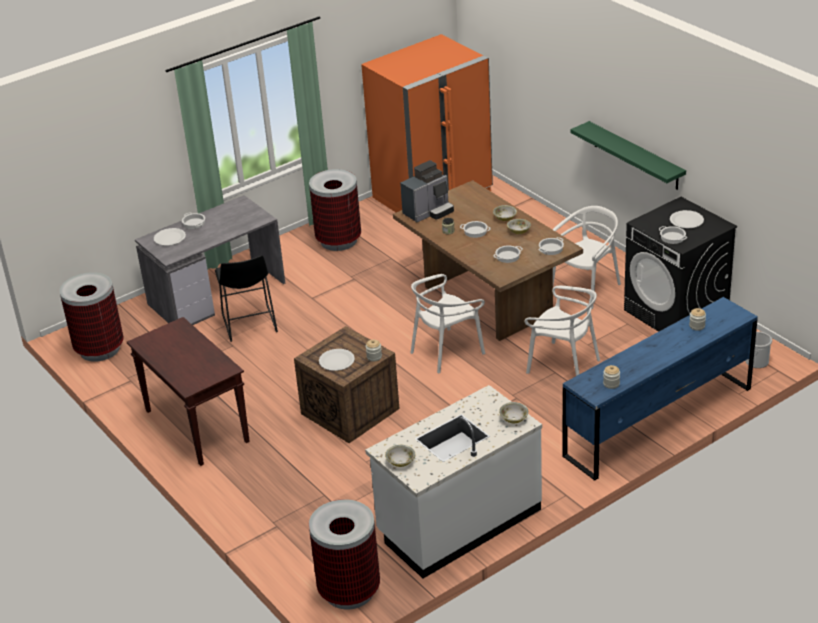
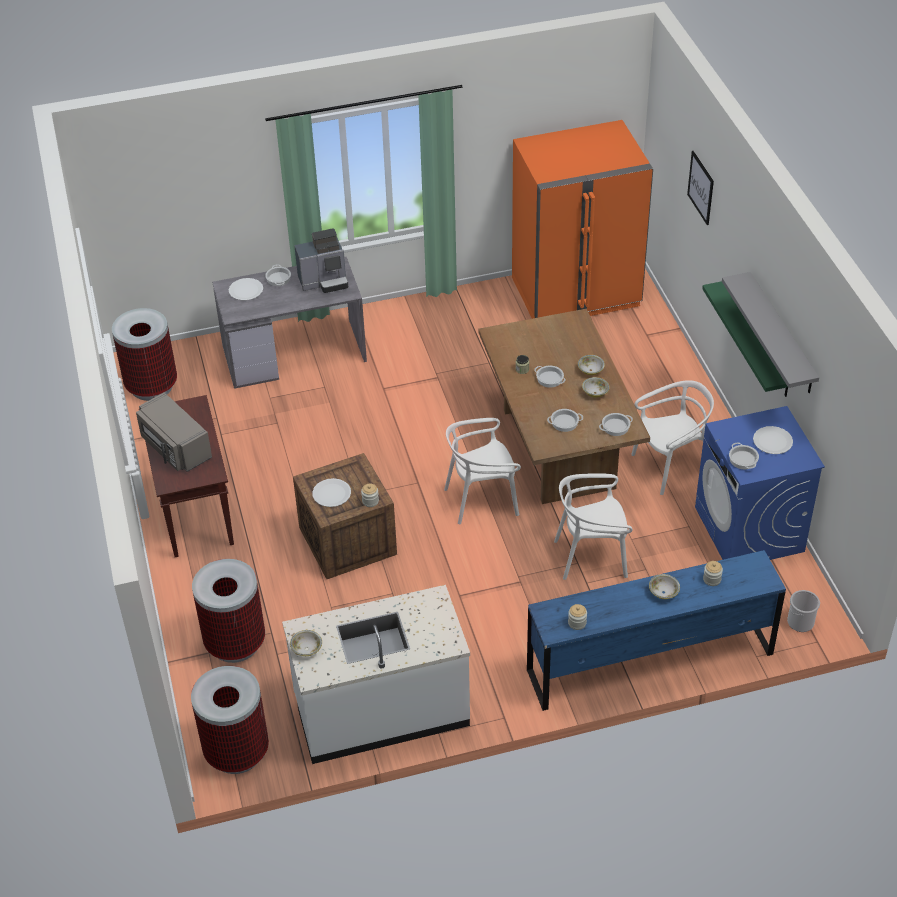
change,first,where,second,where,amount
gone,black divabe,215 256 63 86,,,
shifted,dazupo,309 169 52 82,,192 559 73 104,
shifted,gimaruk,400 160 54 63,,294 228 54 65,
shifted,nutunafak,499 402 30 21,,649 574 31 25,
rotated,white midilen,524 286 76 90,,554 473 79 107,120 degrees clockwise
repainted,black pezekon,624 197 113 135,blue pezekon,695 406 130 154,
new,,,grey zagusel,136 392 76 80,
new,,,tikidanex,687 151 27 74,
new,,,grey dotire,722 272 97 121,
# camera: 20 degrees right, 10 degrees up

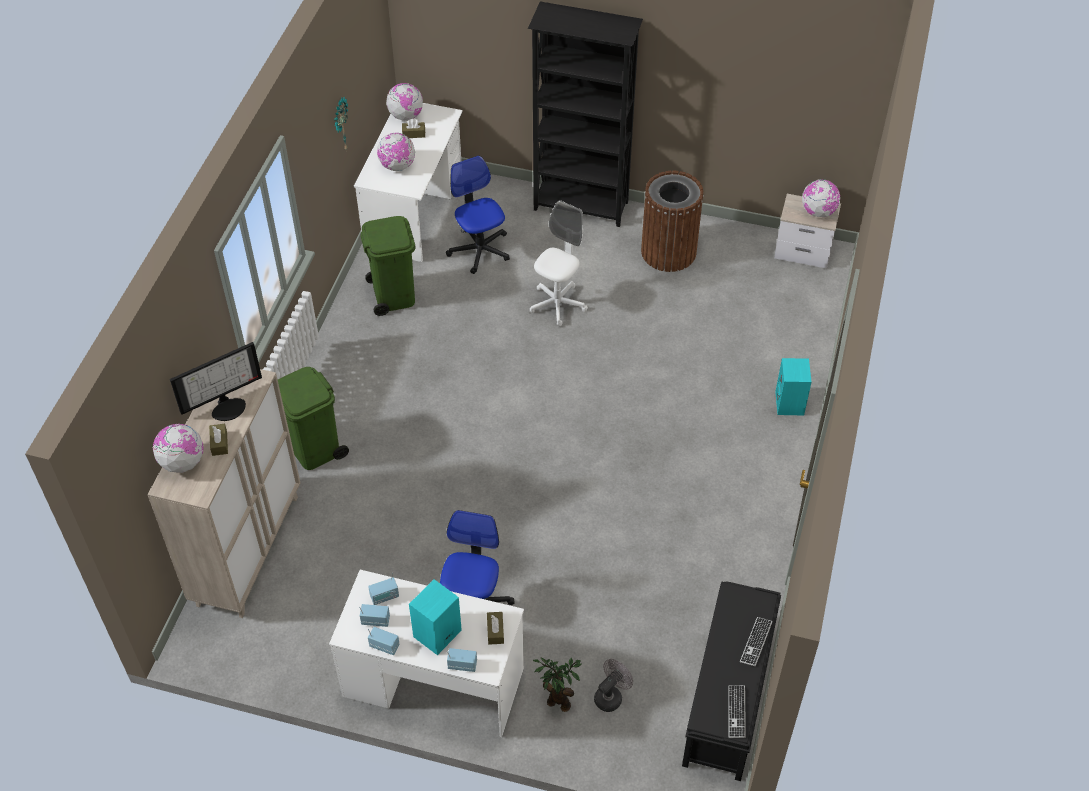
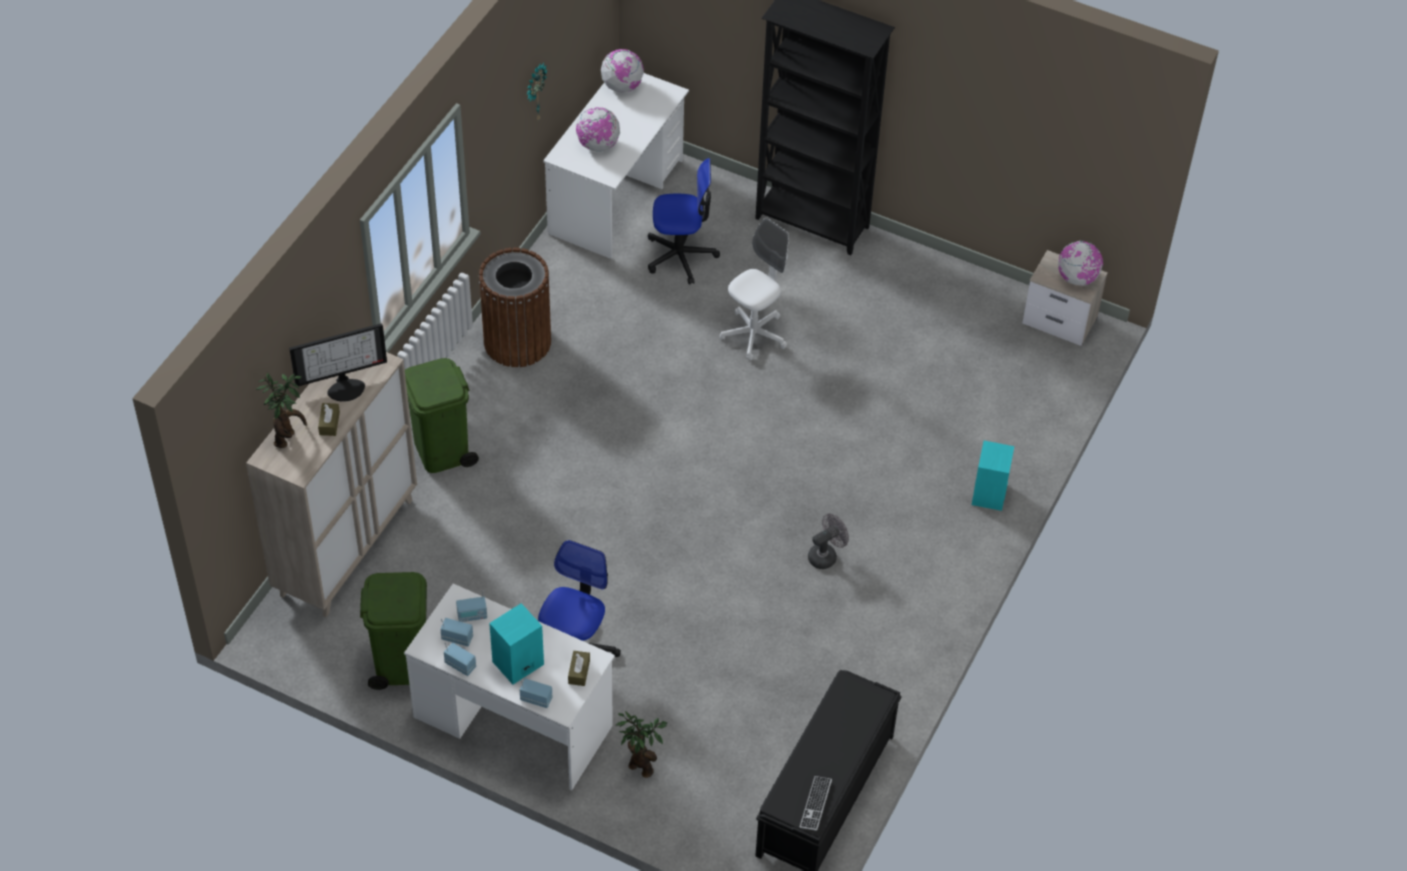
change,first,where,second,where,amount
swapped,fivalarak,152 424 51 49,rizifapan,255 372 52 76,
shifted,green dazupo,361 216 54 100,,360 572 67 118,
gone,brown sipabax,402 119 23 19,,,
rotated,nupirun,446 156 64 118,,648 158 72 127,105 degrees clockwise
shifted,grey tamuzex,594 659 39 53,,808 513 41 56,
shifted,brown dazupo,641 170 63 102,,479 248 72 119,
gone,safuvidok,740 617 33 49,,,
# camera: 10 degrees right, 0 degrees up

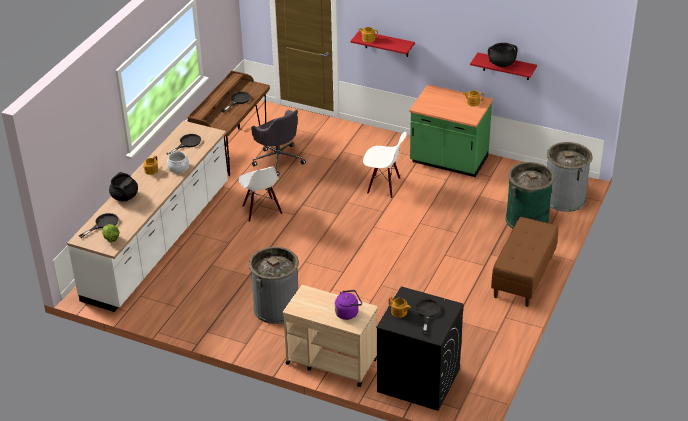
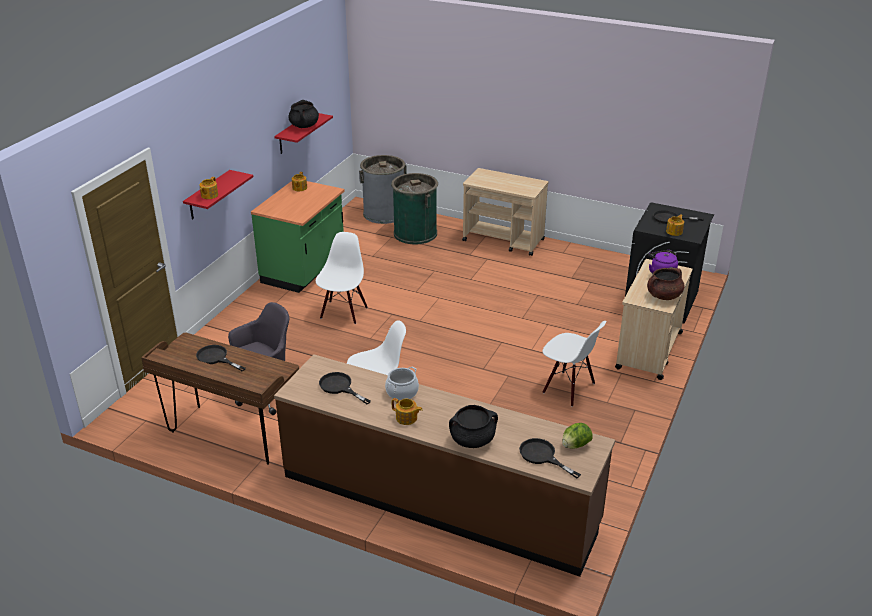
change,first,where,second,where,amount
repainted,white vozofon,67 121 161 191,brown vozofon,274 354 341 223,
swapped,grey dazupo,249 247 50 77,white midilen,543 321 63 86,
swapped,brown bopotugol,491 217 67 90,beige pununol,462 168 87 88,
new,,,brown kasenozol,647 268 38 32,
# camera: 90 degrees left, 5 degrees down

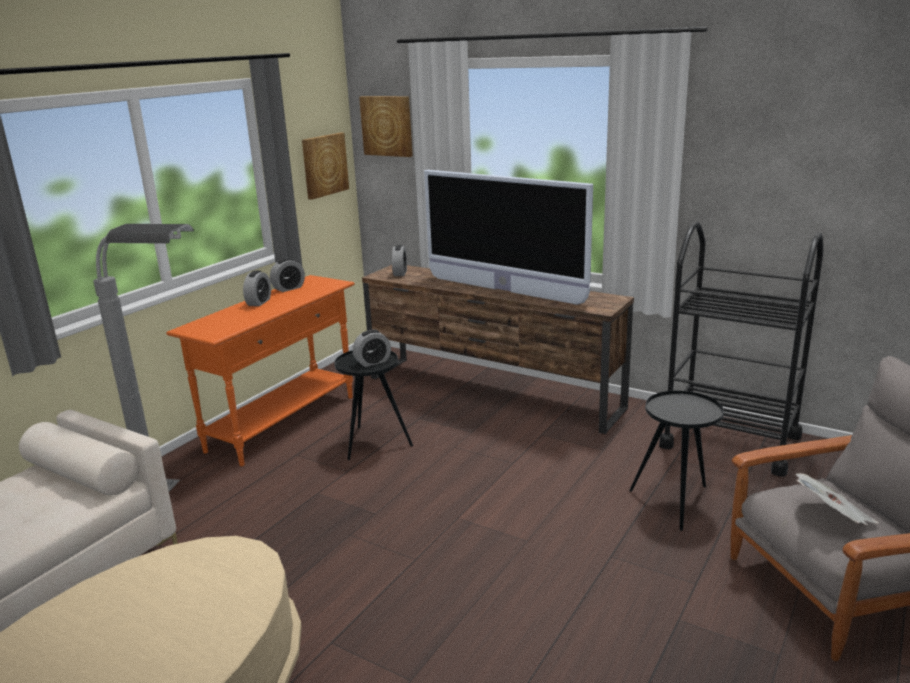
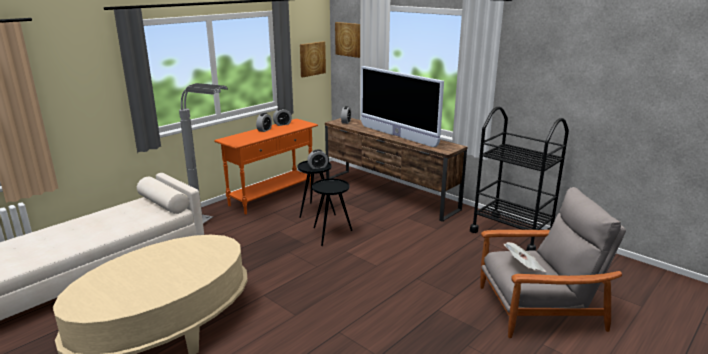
change,first,where,second,where,amount
shifted,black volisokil,629 391 95 140,,312 179 40 67,
# camera: 10 degrees right, 0 degrees up

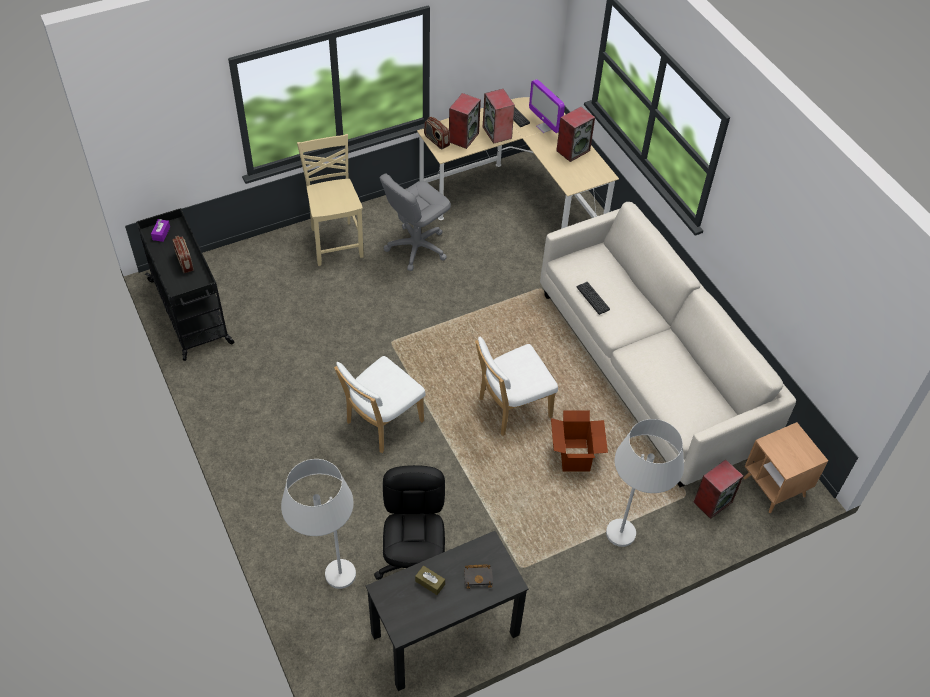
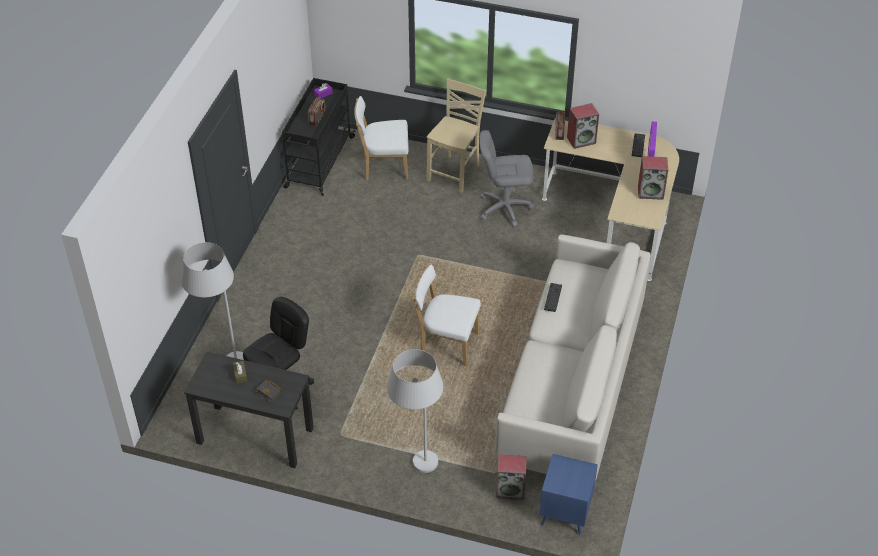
change,first,where,second,where,amount
shifted,white midilen,334 356 92 97,,354 96 55 84,
gone,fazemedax,483 89 32 55,,,
gone,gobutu,551 411 57 60,,,
repainted,brown volisokil,744 422 84 91,blue volisokil,539 454 59 81,
# camera: 45 degrees right, 5 degrees down

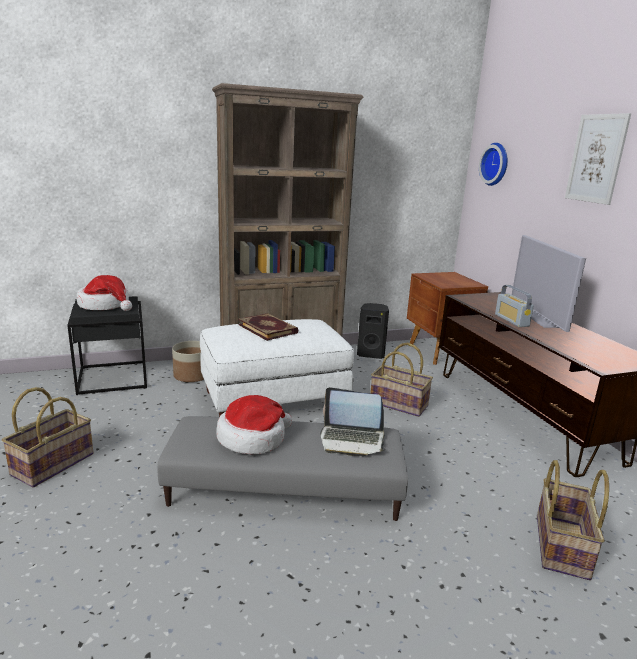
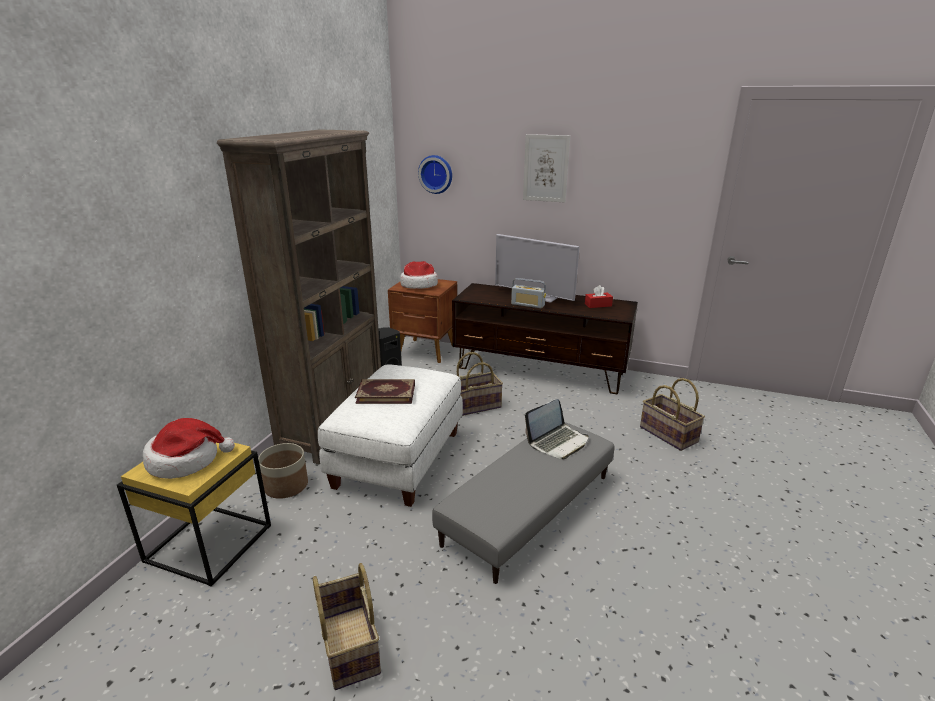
change,first,where,second,where,amount
repainted,black volisokil,67 296 80 99,yellow volisokil,117 443 154 144,
shifted,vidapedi,216 395 76 59,,400 261 38 28,
new,,,red sipabax,585 285 28 23,
# camera: 50 degrees left, 5 degrees up

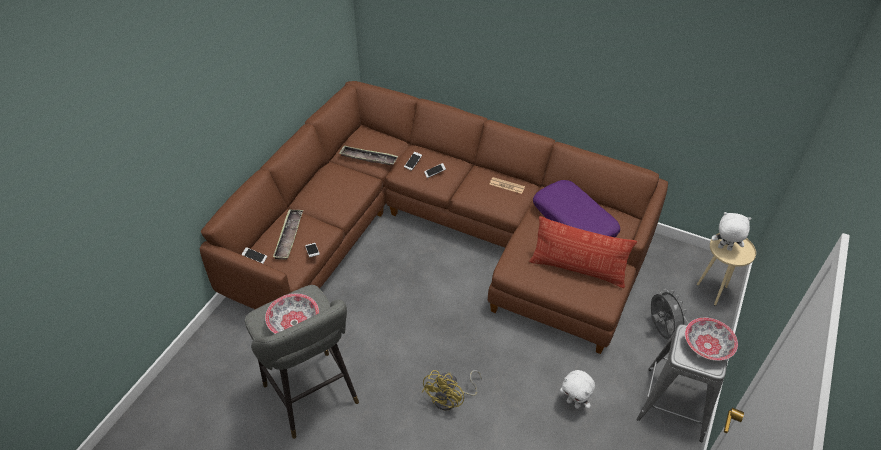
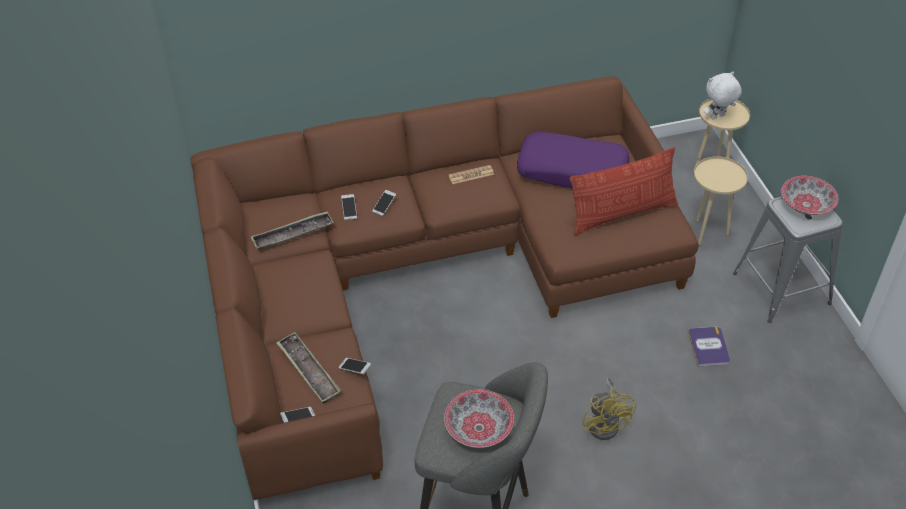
change,first,where,second,where,amount
swapped,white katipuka,560 370 35 39,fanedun,687 327 43 40,
swapped,grey tamuzex,651 289 38 50,beige volisokil,694 156 54 90,
# camera: 40 degrees left, 0 degrees up

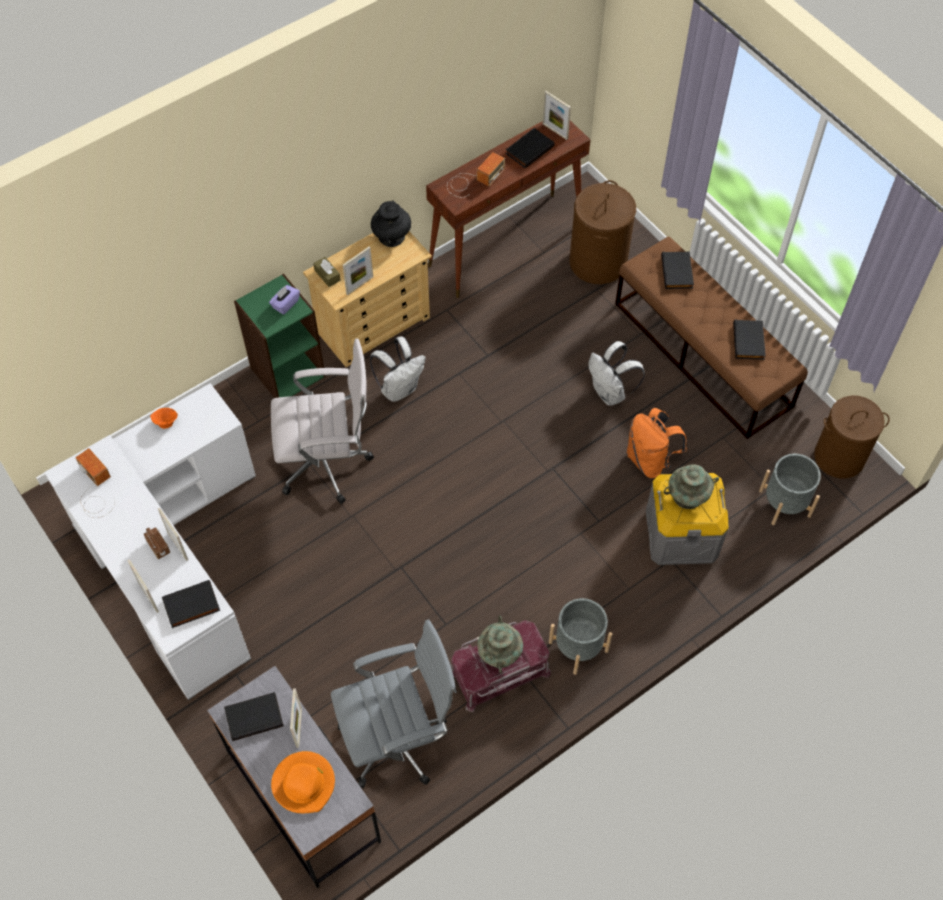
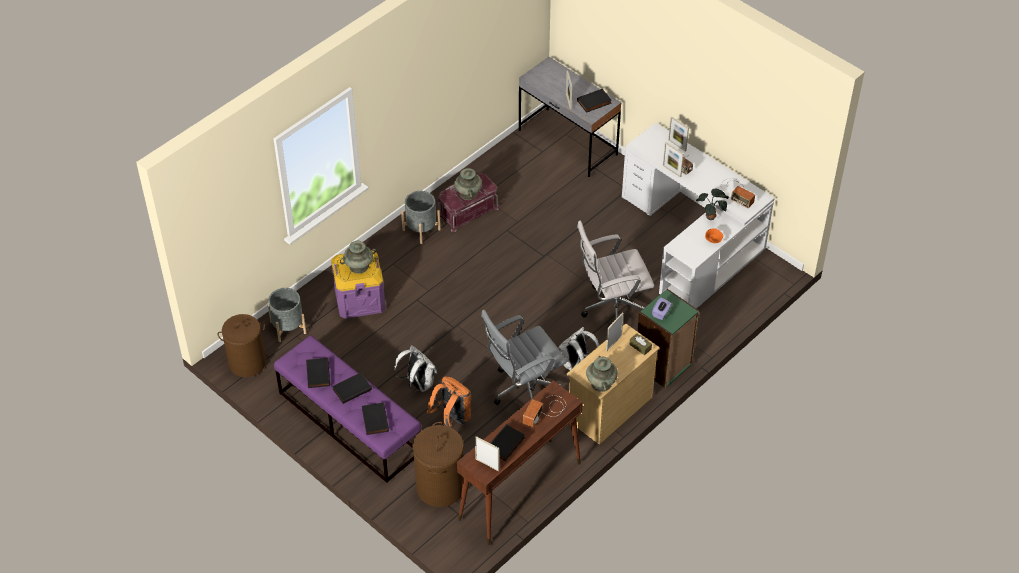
change,first,where,second,where,amount
shifted,black fanedun,162 580 58 48,,332 373 40 31,
gone,orange vidapedi,271 751 64 62,,,
shifted,grey nupirun,331 619 126 169,,481 310 86 95,
repainted,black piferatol,371 200 40 47,turquoise piferatol,586 356 32 36,
repainted,brown bopotugol,615 236 193 203,purple bopotugol,274 335 148 148,
shifted,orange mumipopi,627 408 60 70,,427 376 44 51,
repainted,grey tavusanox,646 473 83 92,purple tavusanox,331 251 55 68,
new,,,rizifapan,696 189 33 31,
# camera: 170 degrees right, 10 degrees down

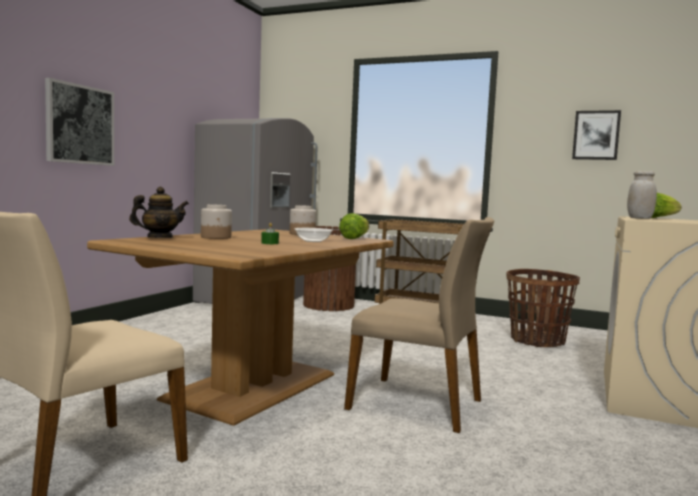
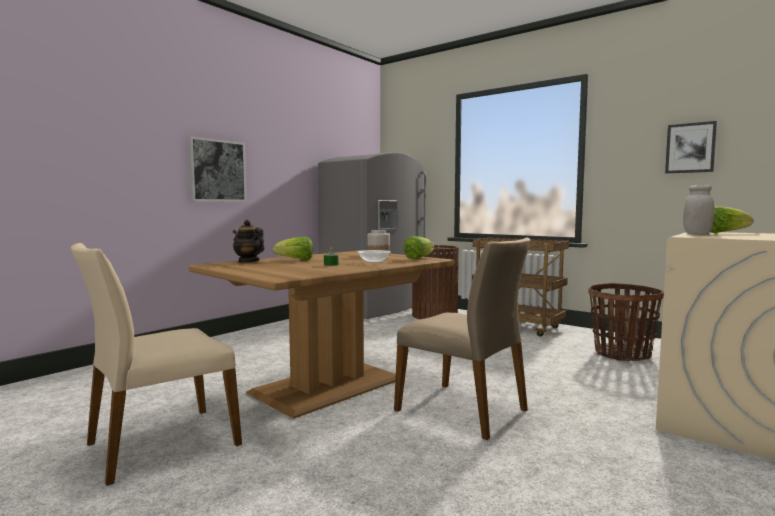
change,first,where,second,where,amount
rotated,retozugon,129 187 60 51,,233 220 31 43,135 degrees counterclockwise
swapped,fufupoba,201 204 31 35,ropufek,273 237 40 23,
# camera: 15 degrees right, 0 degrees up

